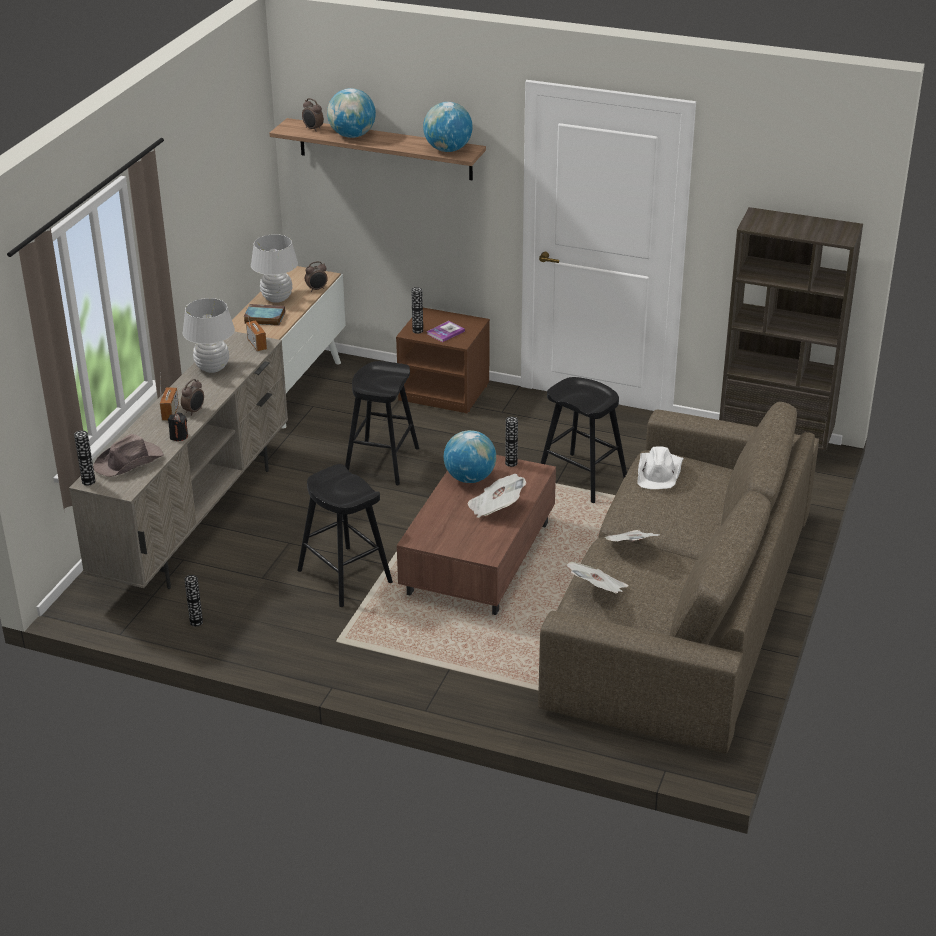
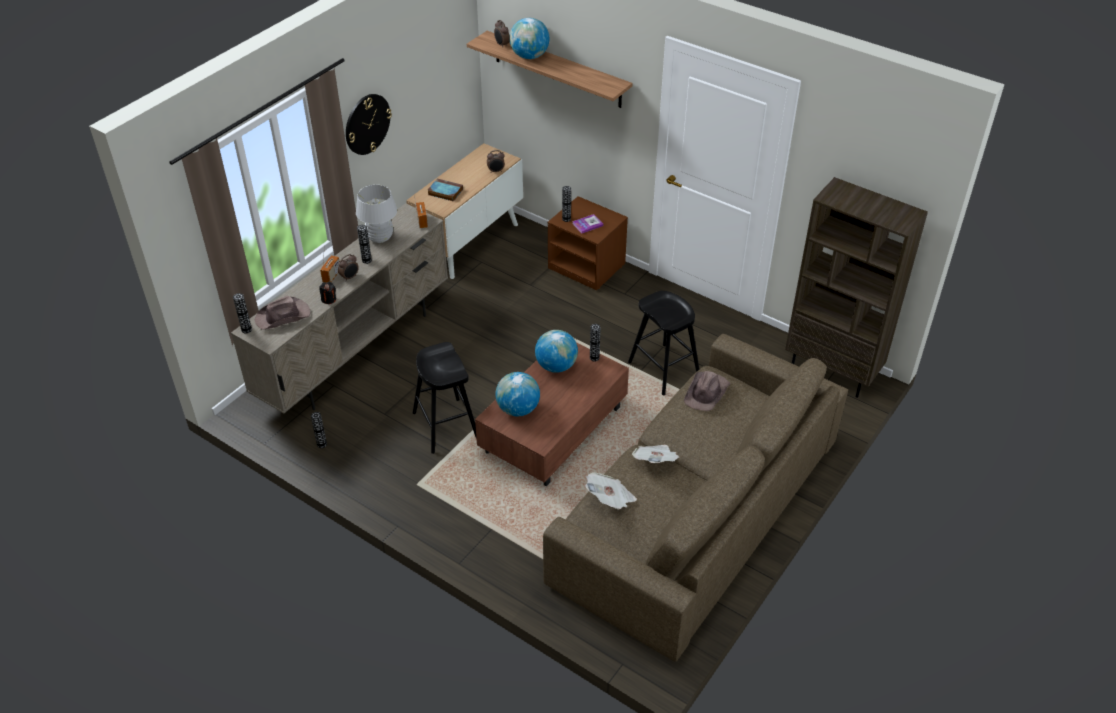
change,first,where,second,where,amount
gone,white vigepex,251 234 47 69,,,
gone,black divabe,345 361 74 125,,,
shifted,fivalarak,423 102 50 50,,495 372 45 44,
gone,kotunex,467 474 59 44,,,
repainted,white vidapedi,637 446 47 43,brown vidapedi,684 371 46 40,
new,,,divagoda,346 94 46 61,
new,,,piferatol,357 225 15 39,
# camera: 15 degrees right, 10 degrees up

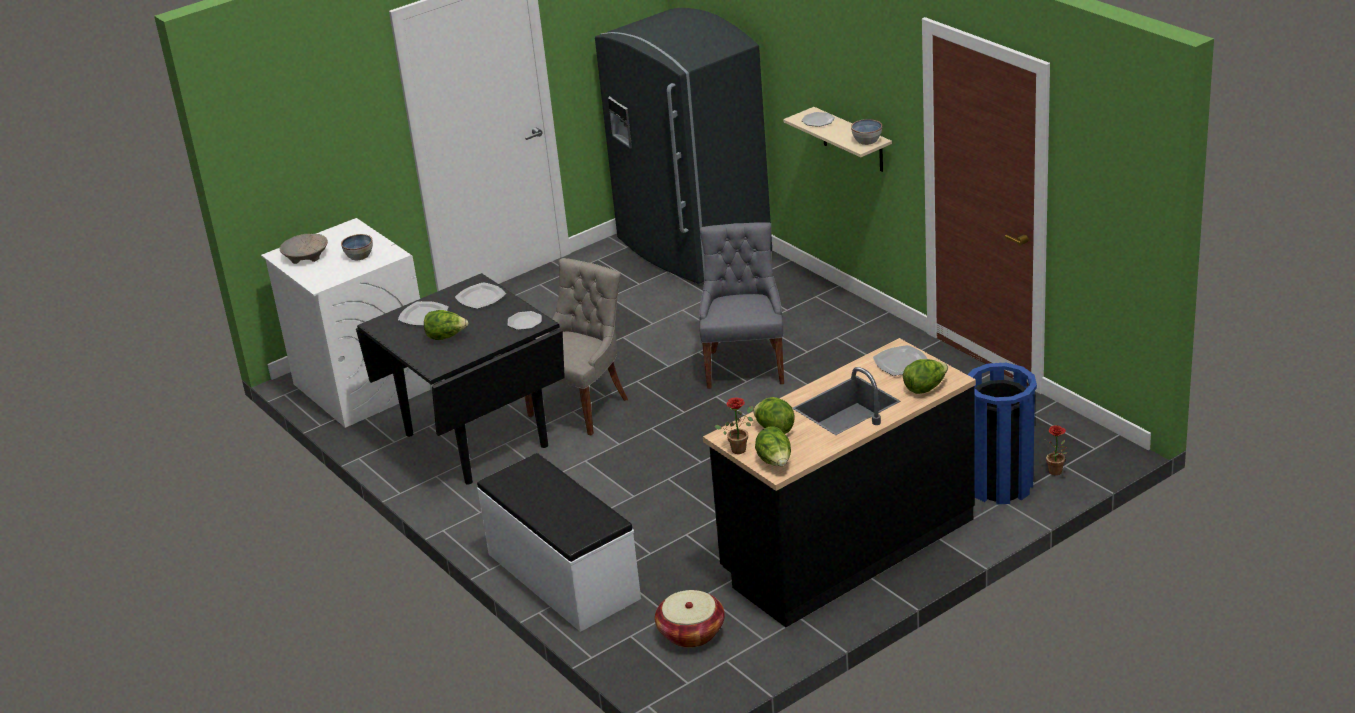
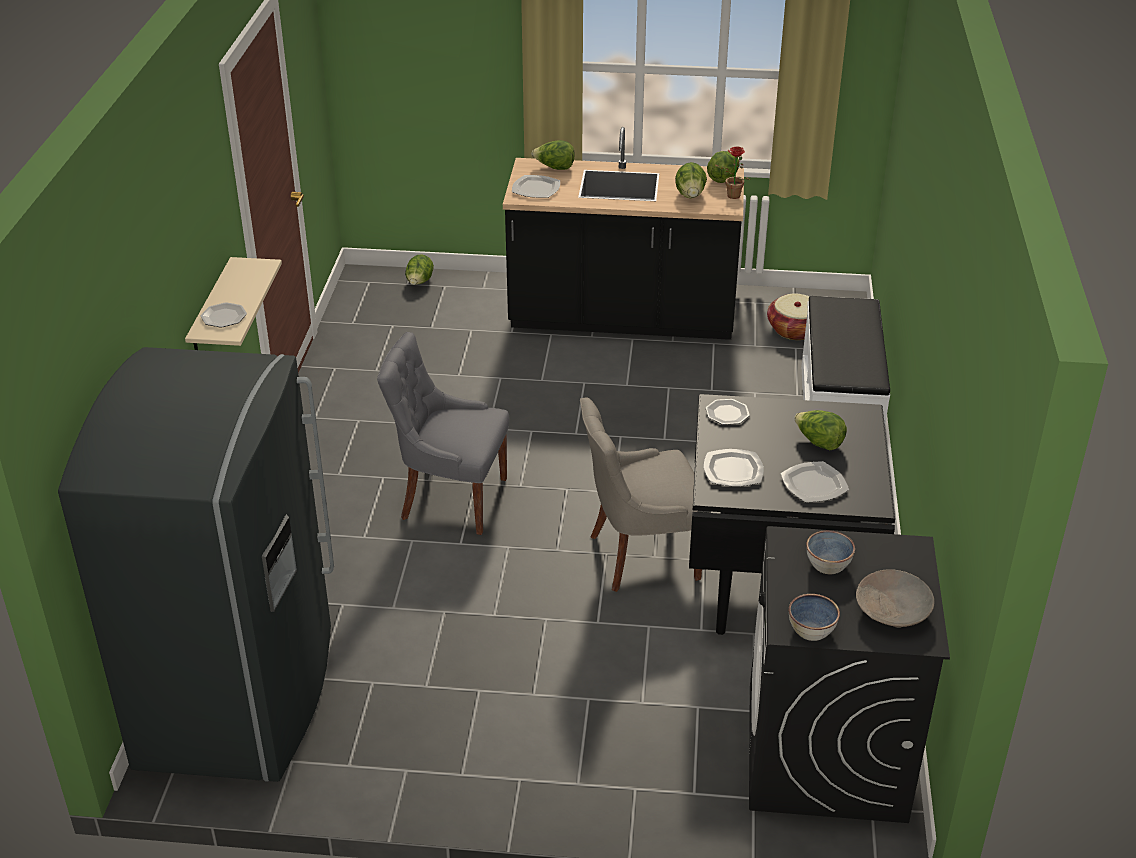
change,first,where,second,where,amount
repainted,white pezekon,261 218 172 210,black pezekon,749 526 201 297,
rotated,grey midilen,699 222 85 167,,377 332 132 203,60 degrees clockwise
shifted,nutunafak,851 119 31 26,,789 594 51 47,
gone,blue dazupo,968 363 69 141,,,
swapped,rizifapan,1045 425 22 50,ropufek,405 254 29 31,
# camera: 140 degrees left, 5 degrees up

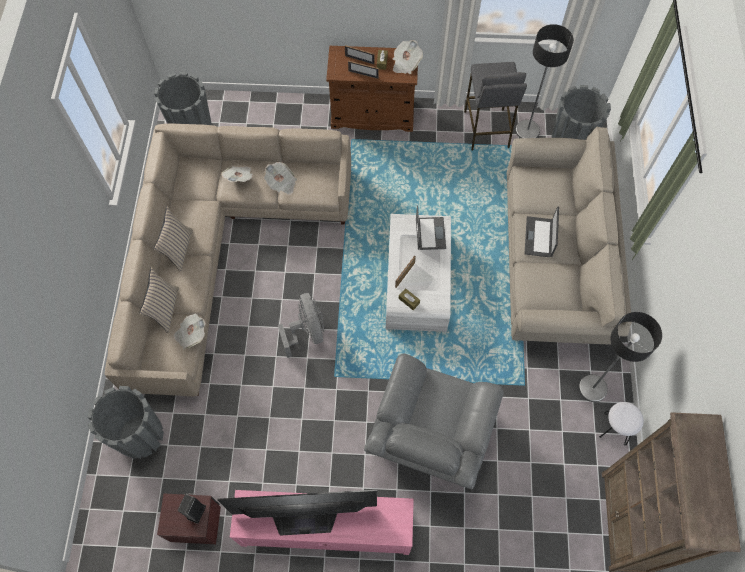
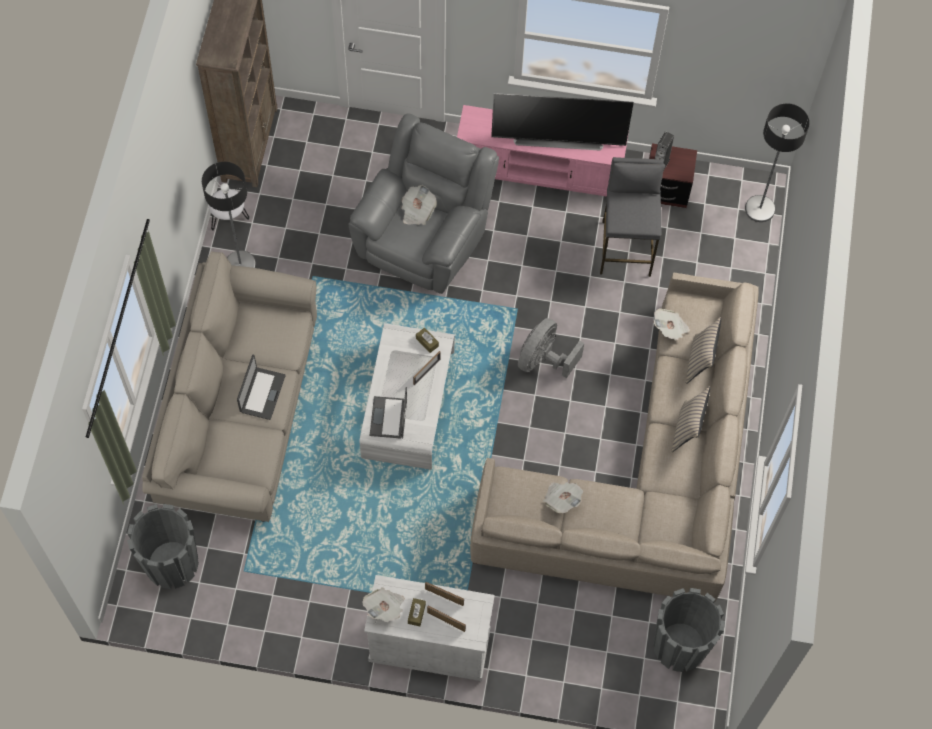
change,first,where,second,where,amount
gone,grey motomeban,87 386 77 73,,,
shifted,kotunex,221 166 32 16,,401 185 36 40,
rotated,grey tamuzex,278 293 46 65,,518 318 66 60,45 degrees clockwise
repainted,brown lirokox,326 46 92 86,white lirokox,364 575 131 106,
shifted,grey divabe,464 62 63 88,,600 157 65 120,
shifted,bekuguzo,516 24 58 114,,745 103 65 119,
# camera: 175 degrees left, 0 degrees up

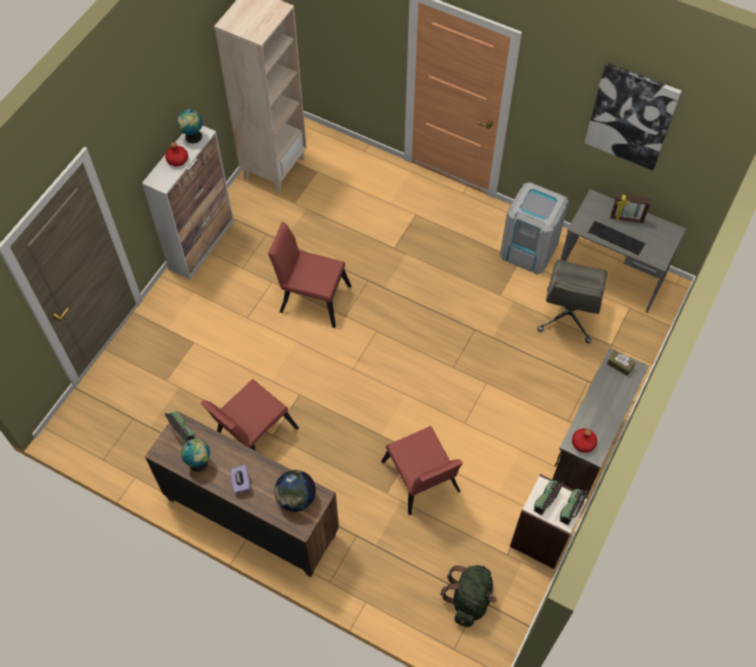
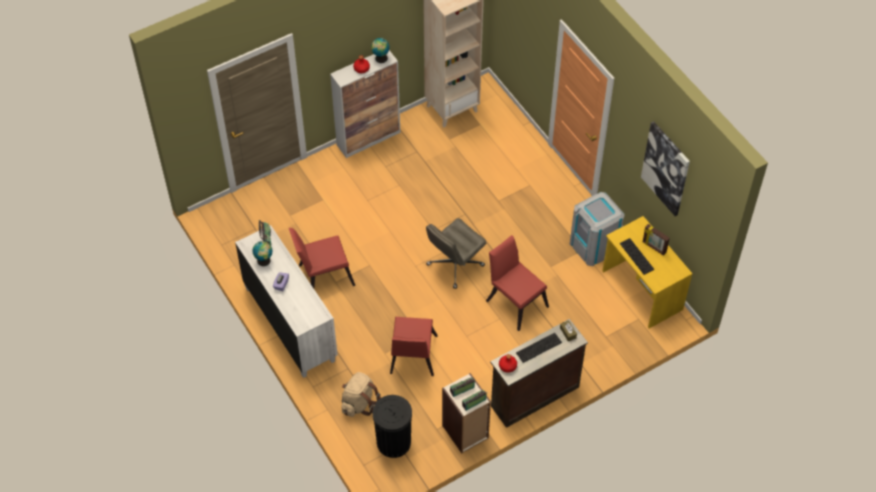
change,first,where,second,where,amount
repainted,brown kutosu,145 411 194 166,white kutosu,235 225 103 153,
shifted,red midilen,268 222 83 106,,486 235 63 96,
gone,fivalarak,274 470 42 42,,,
swapped,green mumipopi,440 565 56 62,black dazupo,373 395 39 63,
shifted,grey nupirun,537 260 70 83,,426 218 60 71,
repainted,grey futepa,560 189 126 124,yellow futepa,602 216 91 112,
new,,,beige mumipopi,341 372 40 45,
new,,,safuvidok,516 333 46 30,
# camera: 30 degrees right, 5 degrees down

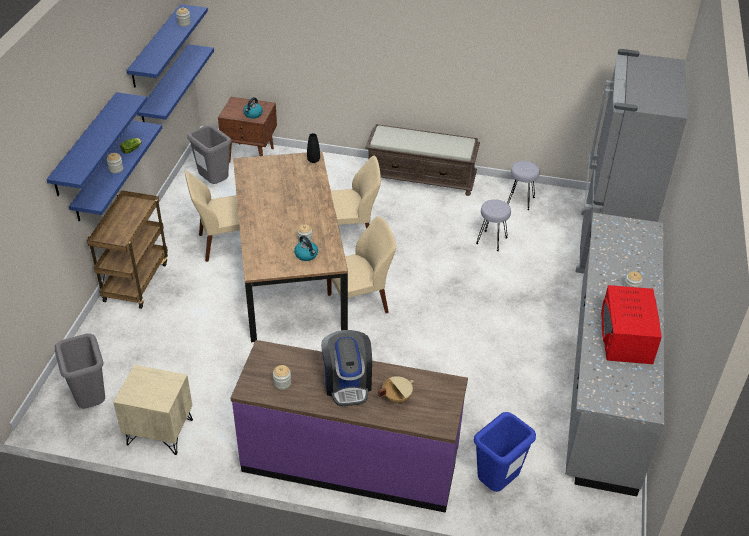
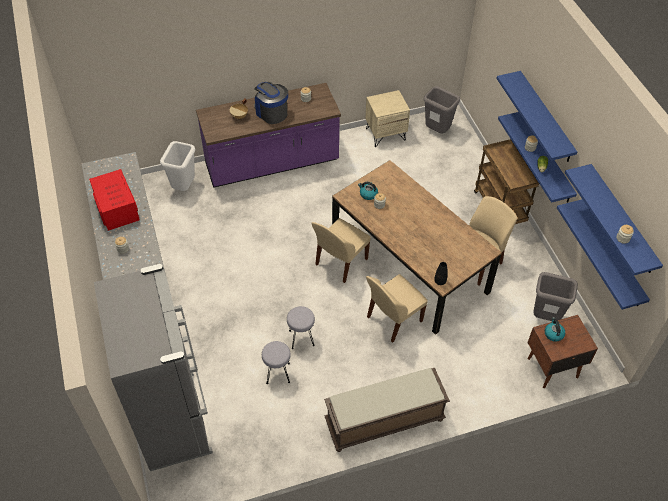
change,first,where,second,where,amount
repainted,blue dazupo,474 412 62 80,white dazupo,160 141 35 50,
shifted,grey divabe,507 161 33 49,,287 306 28 43,
# camera: 150 degrees right, 10 degrees up

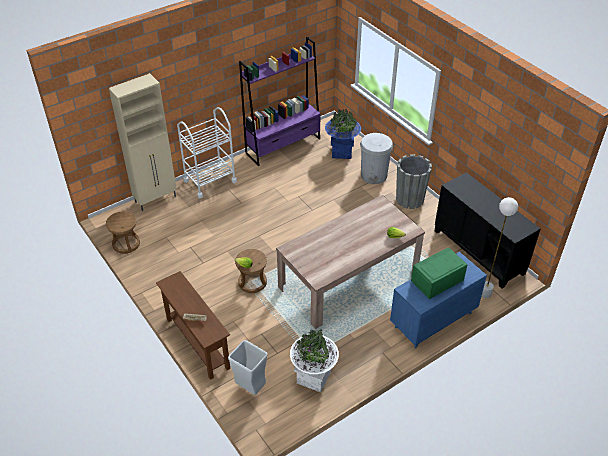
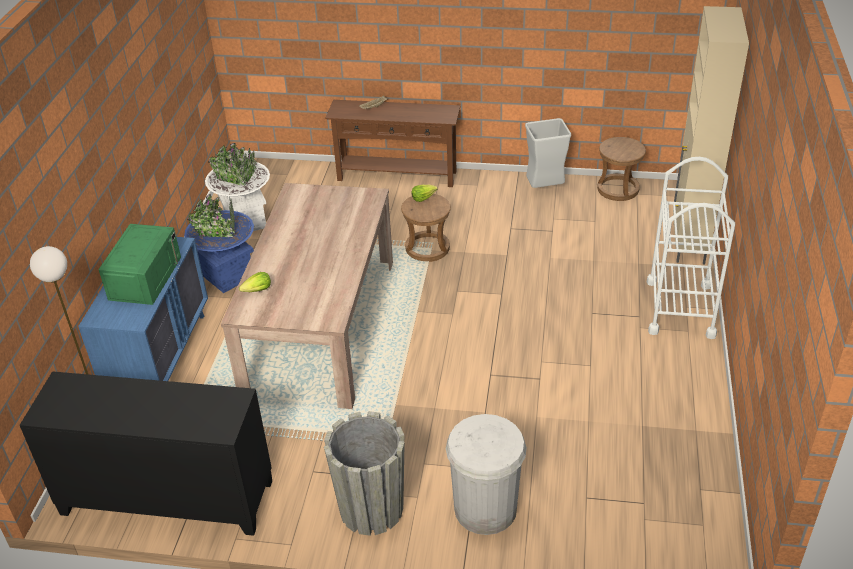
change,first,where,second,where,amount
shifted,grey dazupo,228 340 40 55,,525 118 46 70,
gone,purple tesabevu,239 37 82 129,,,
shifted,blue motomeban,325 109 36 50,,184 194 70 99,
# camera: 135 degrees right, 5 degrees down

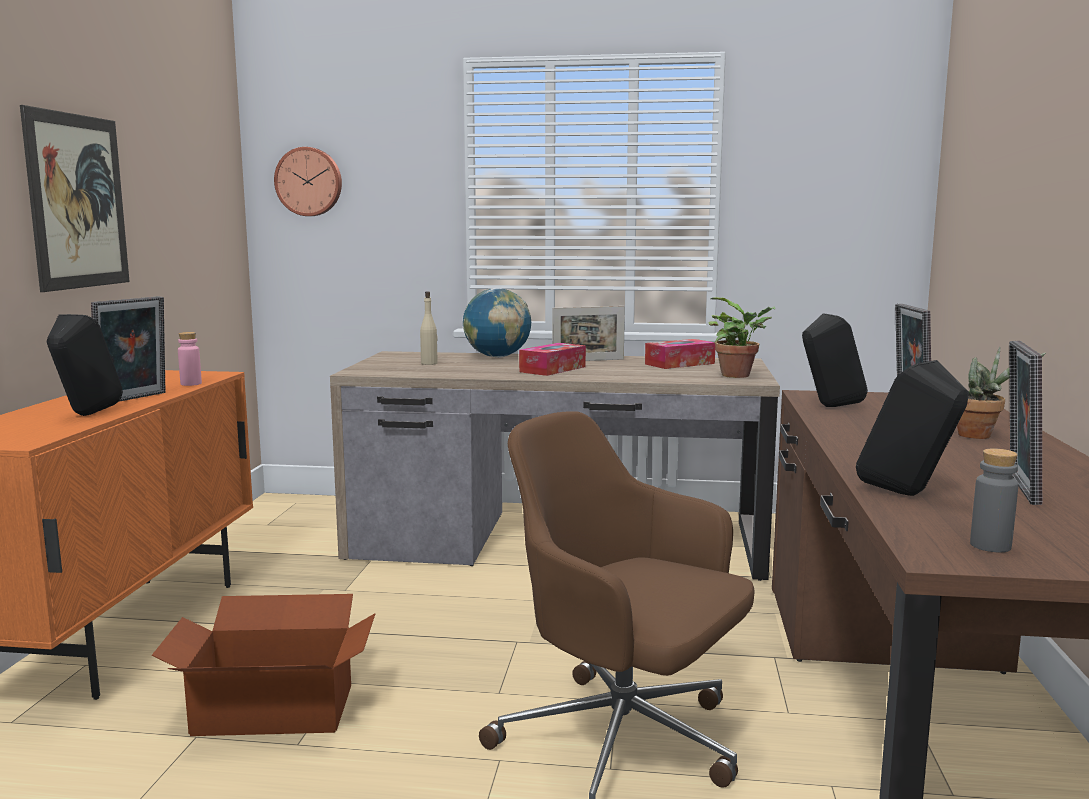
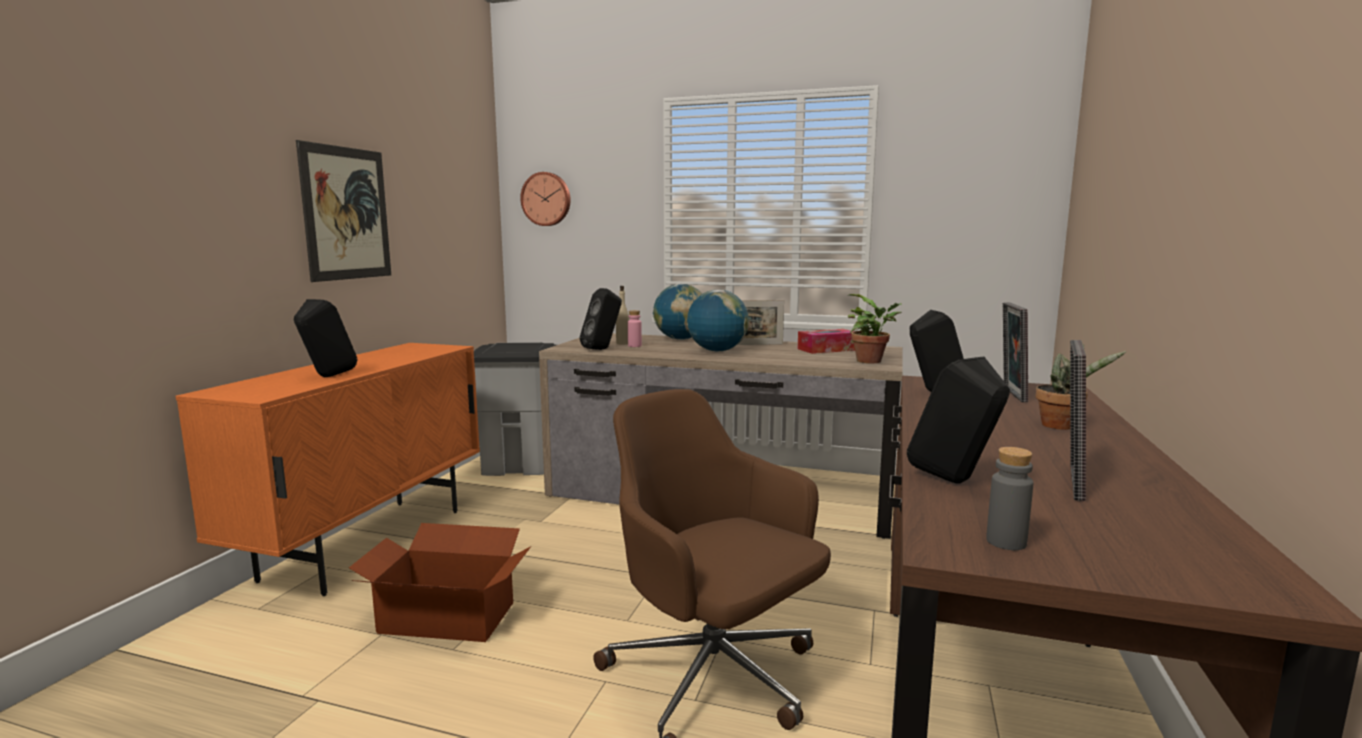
change,first,where,second,where,amount
gone,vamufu,91 296 75 106,,,
shifted,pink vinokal,178 332 24 54,,628 310 14 37,
swapped,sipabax,519 343 67 33,fivalarak,687 290 62 62,
new,,,grey dazupo,474 342 82 134,
new,,,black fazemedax,580 288 42 62,
# camera: 10 degrees right, 0 degrees up

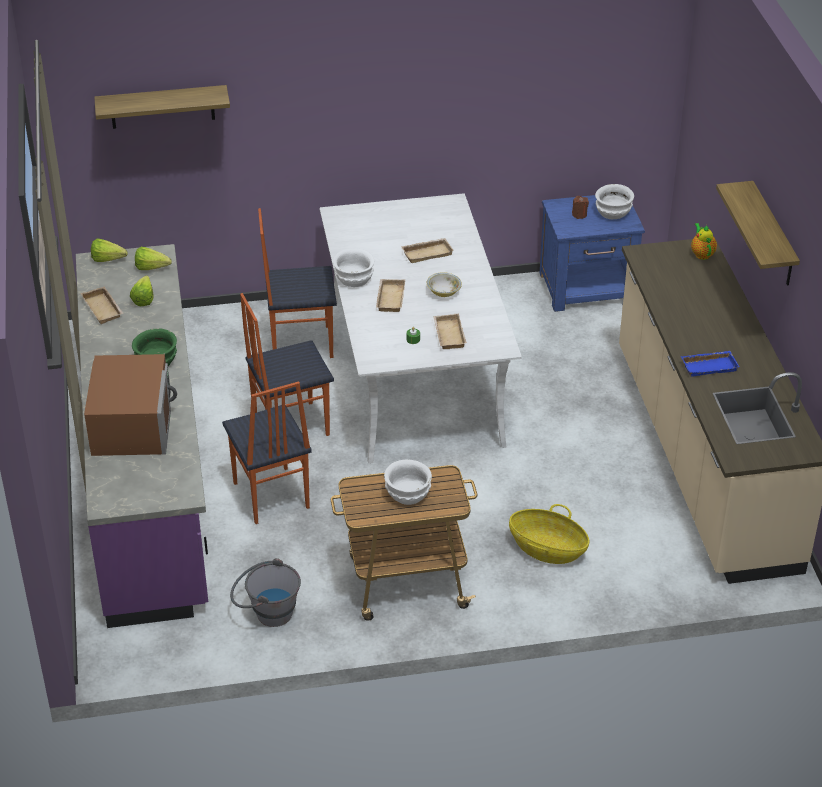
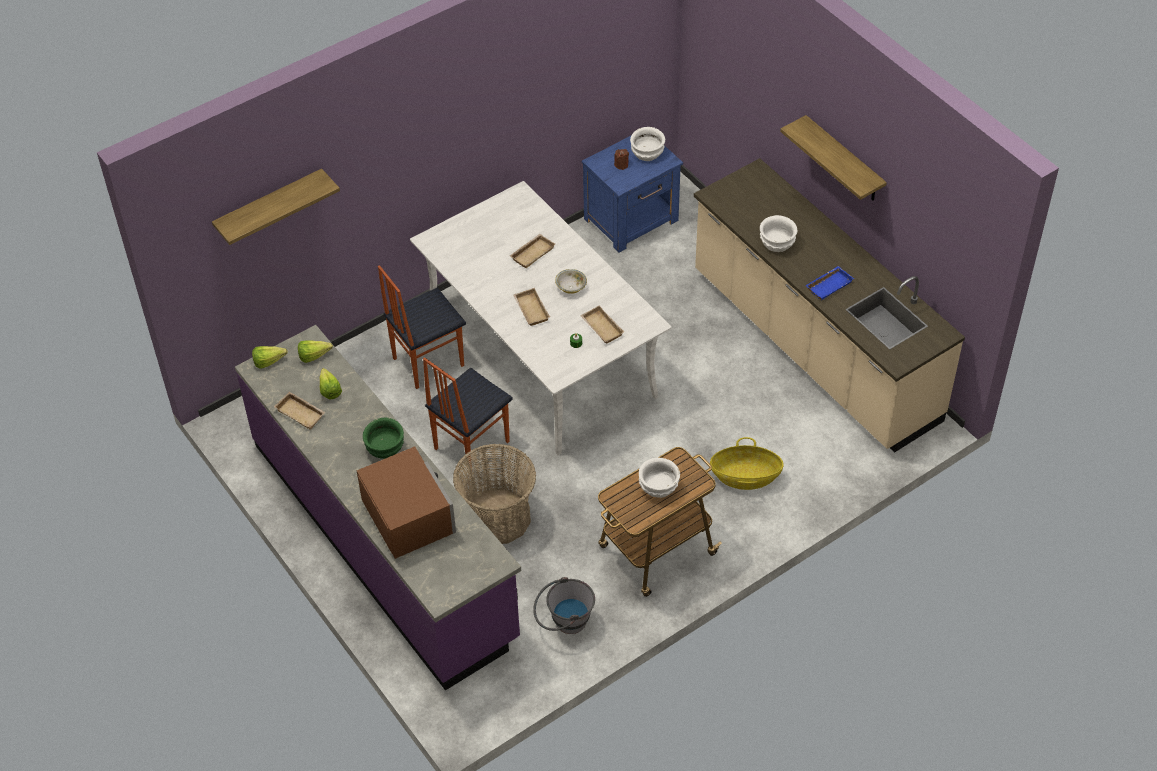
change,first,where,second,where,amount
swapped,midilen,222 381 90 143,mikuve,453 444 83 100,
shifted,white nutunafak,333 248 41 39,,760 215 38 37,
gone,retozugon,691 223 26 37,,,
# camera: 25 degrees left, 10 degrees up

